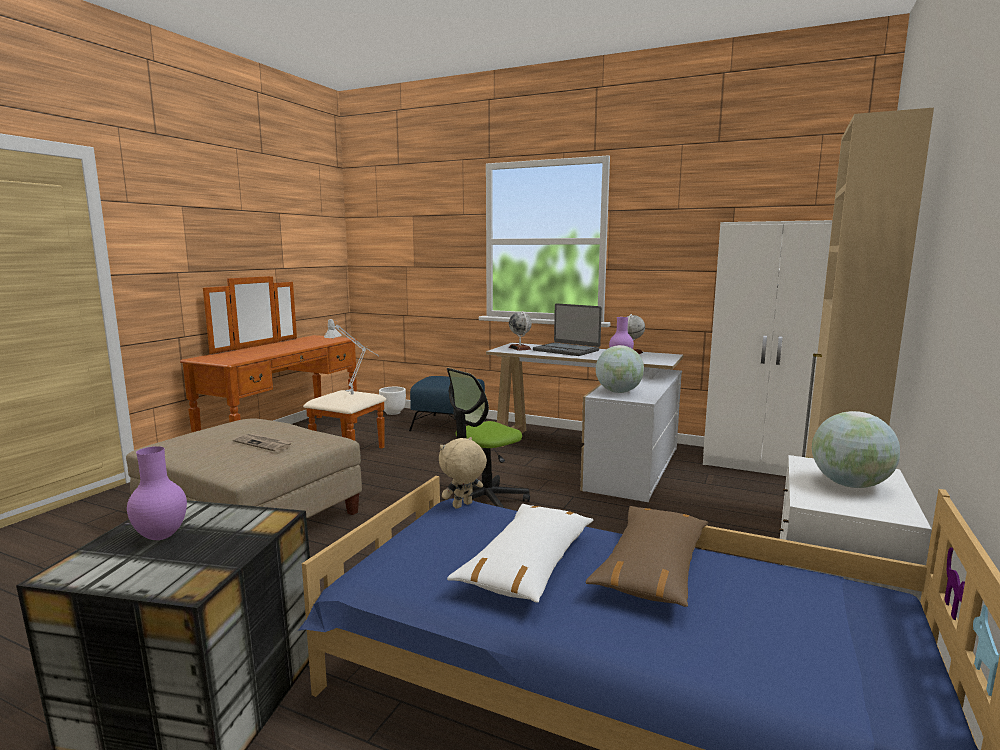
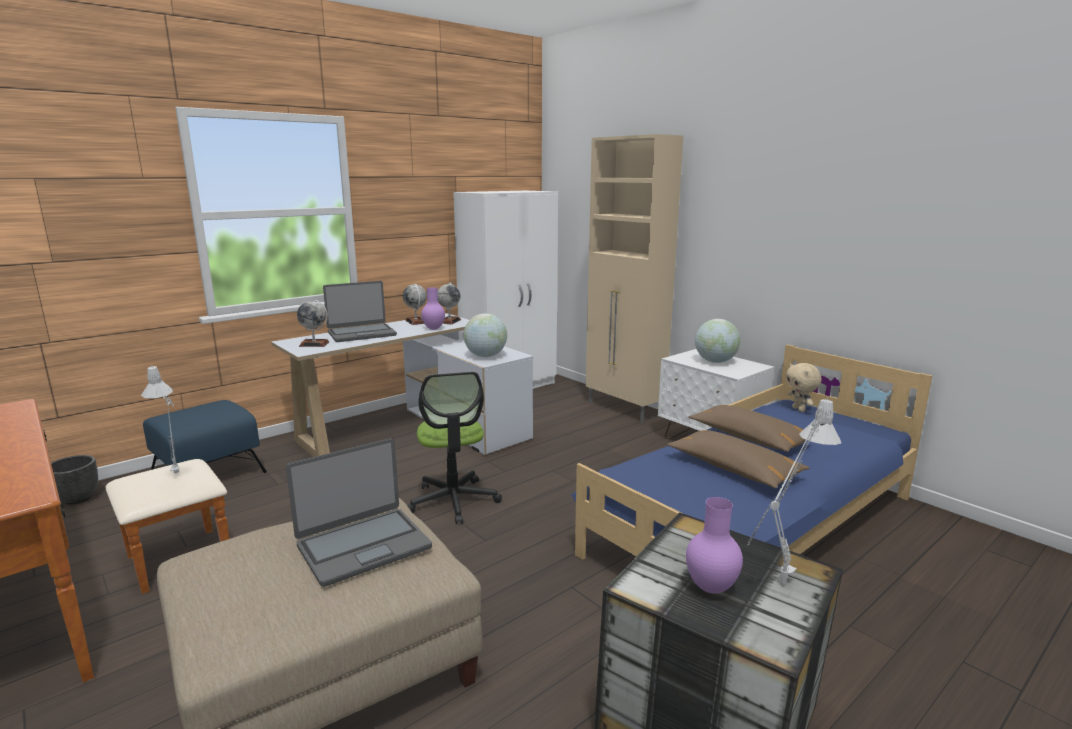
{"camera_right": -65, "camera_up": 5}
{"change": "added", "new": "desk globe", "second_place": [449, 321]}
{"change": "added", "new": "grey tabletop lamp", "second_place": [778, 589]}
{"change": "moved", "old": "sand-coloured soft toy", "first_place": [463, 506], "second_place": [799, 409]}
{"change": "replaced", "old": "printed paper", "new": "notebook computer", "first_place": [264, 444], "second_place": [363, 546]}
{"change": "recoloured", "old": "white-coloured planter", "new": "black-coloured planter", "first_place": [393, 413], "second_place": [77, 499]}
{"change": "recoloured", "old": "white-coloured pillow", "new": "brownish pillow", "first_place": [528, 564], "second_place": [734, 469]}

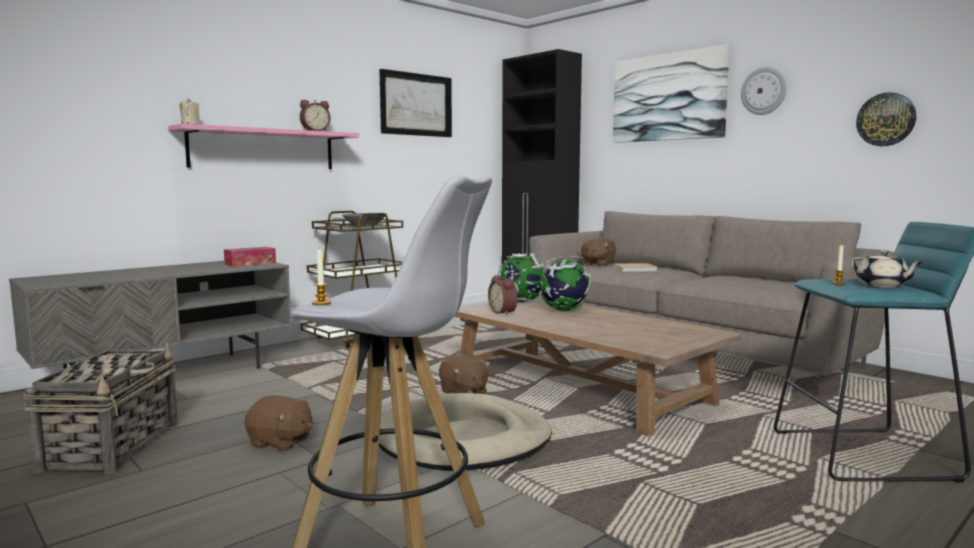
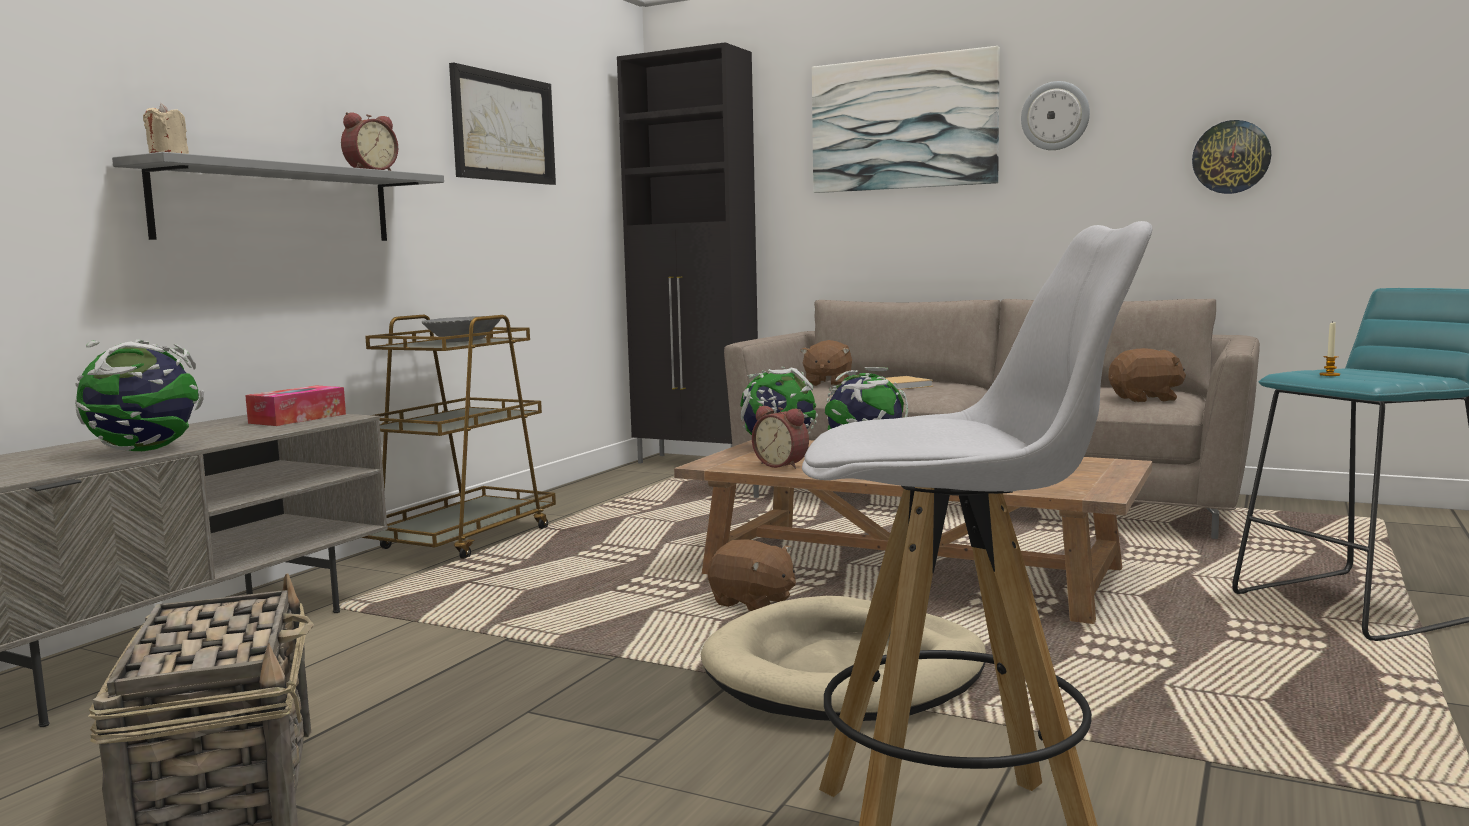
{"camera_right": -20, "camera_up": 0}
{"change": "removed", "old": "wax light", "first_place": [321, 303]}
{"change": "removed", "old": "sand-coloured pot for tea", "first_place": [882, 285]}
{"change": "added", "new": "desk globe", "second_place": [145, 450]}
{"change": "moved", "old": "brownish soft toy", "first_place": [280, 442], "second_place": [1146, 399]}
{"change": "recoloured", "old": "pink-coloured bracket shelf", "new": "grey bracket shelf", "first_place": [263, 149], "second_place": [277, 204]}

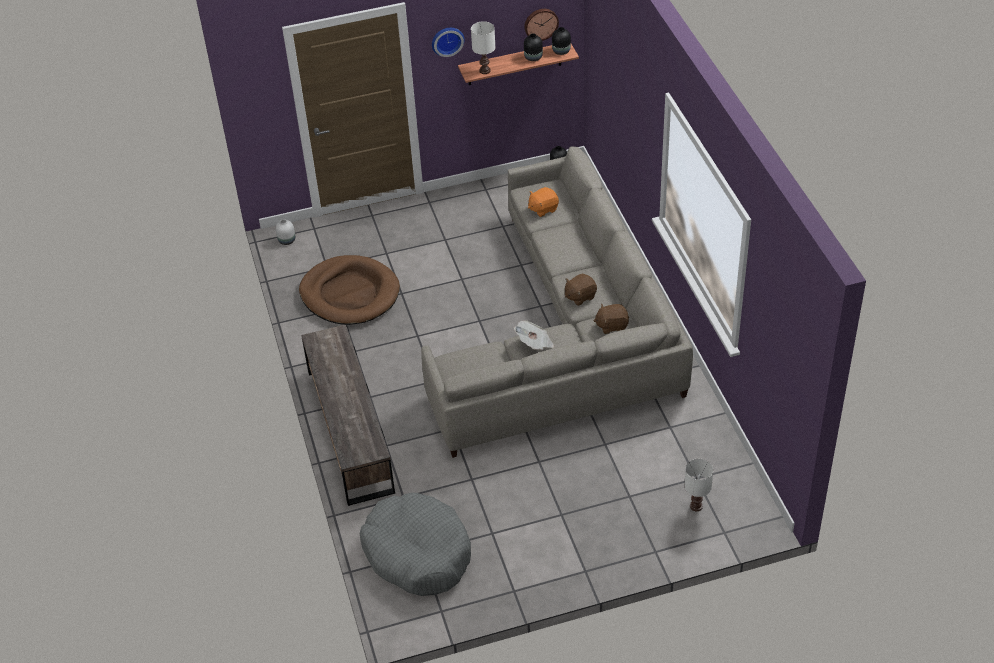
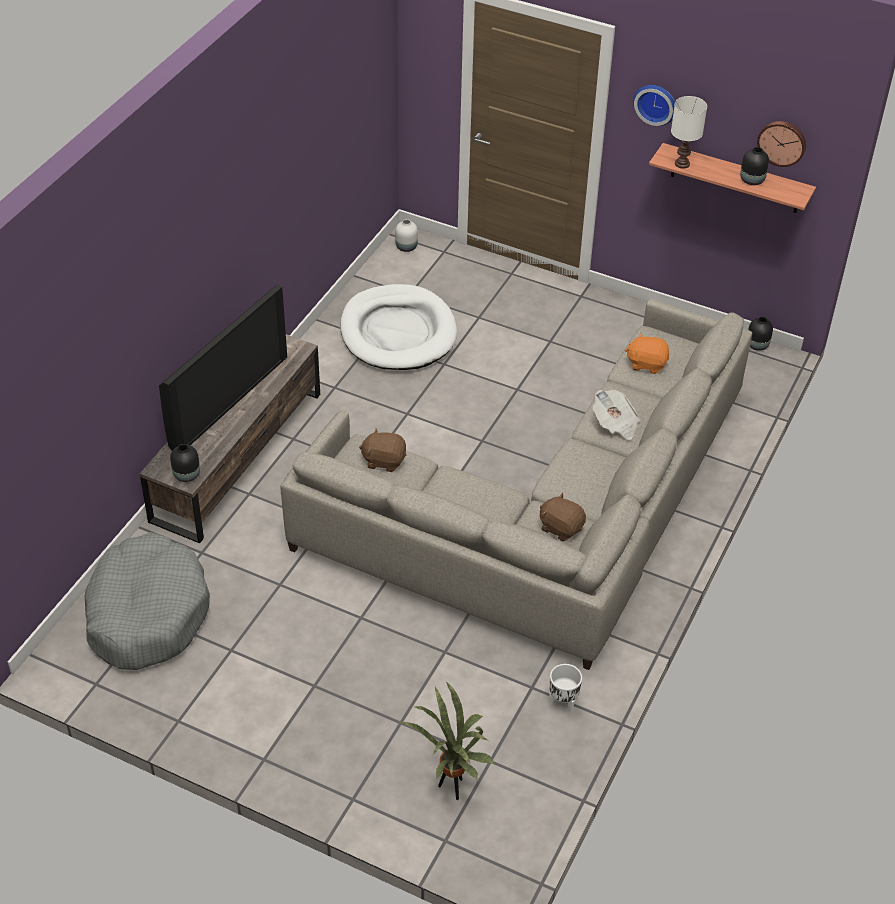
{"camera_right": 40, "camera_up": 0}
{"change": "added", "new": "television", "second_place": [226, 400]}
{"change": "added", "new": "white-coloured planter", "second_place": [563, 703]}
{"change": "moved", "old": "printed paper", "first_place": [534, 343], "second_place": [615, 424]}
{"change": "moved", "old": "black-coloured vase", "first_place": [561, 51], "second_place": [186, 475]}
{"change": "moved", "old": "brownish soft toy", "first_place": [580, 296], "second_place": [384, 460]}
{"change": "replaced", "old": "white-coloured tabletop lamp", "new": "plant in a pot", "first_place": [696, 506], "second_place": [452, 789]}
{"change": "recoloured", "old": "brownish dog cushion", "new": "white-coloured dog cushion", "first_place": [350, 294], "second_place": [398, 332]}

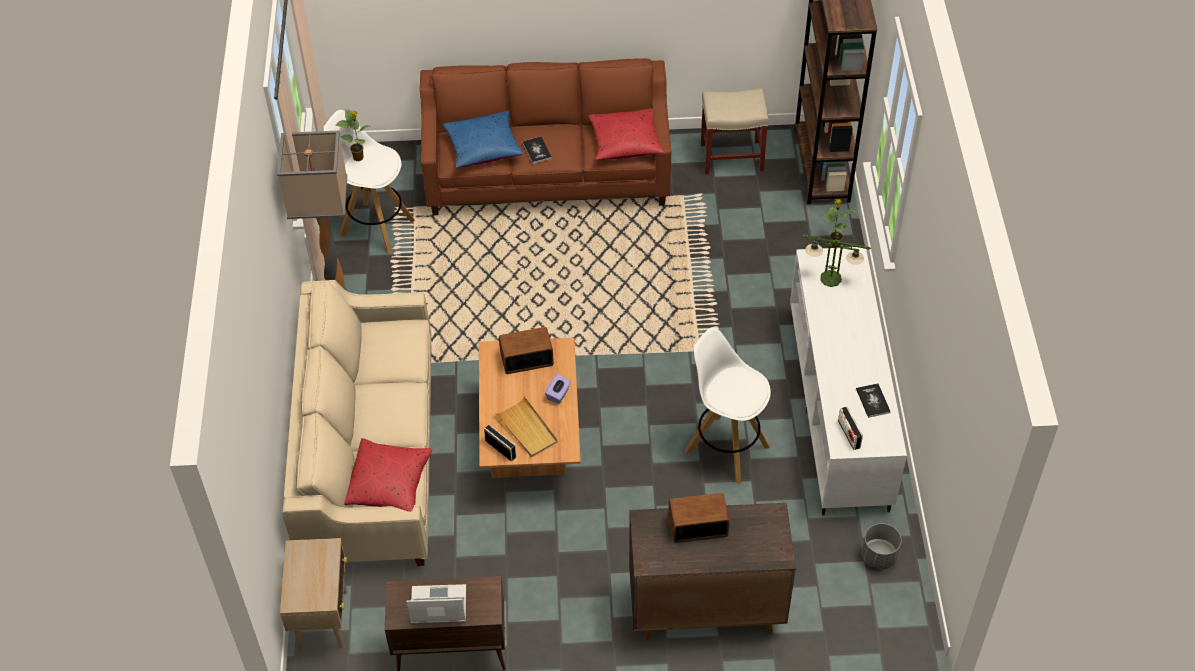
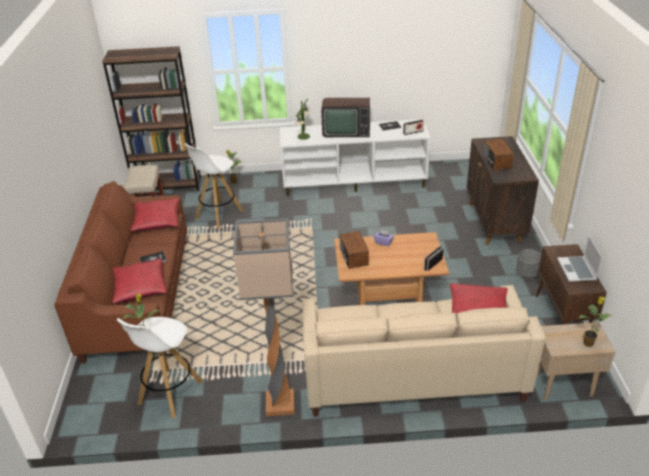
{"camera_right": -90, "camera_up": -15}
{"change": "removed", "old": "sand-coloured carrying tray", "first_place": [527, 429]}
{"change": "added", "new": "television", "second_place": [345, 131]}
{"change": "added", "new": "plant in a pot", "second_place": [588, 343]}
{"change": "moved", "old": "white-coloured stool", "first_place": [726, 448], "second_place": [218, 215]}
{"change": "moved", "old": "grey planter", "first_place": [879, 557], "second_place": [527, 273]}
{"change": "recoloured", "old": "bluish pillow", "new": "reddish pillow", "first_place": [483, 147], "second_place": [140, 287]}

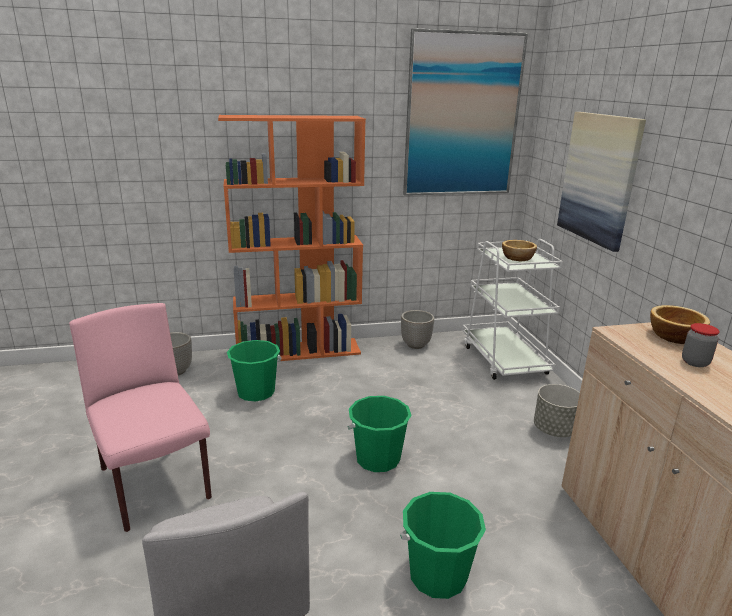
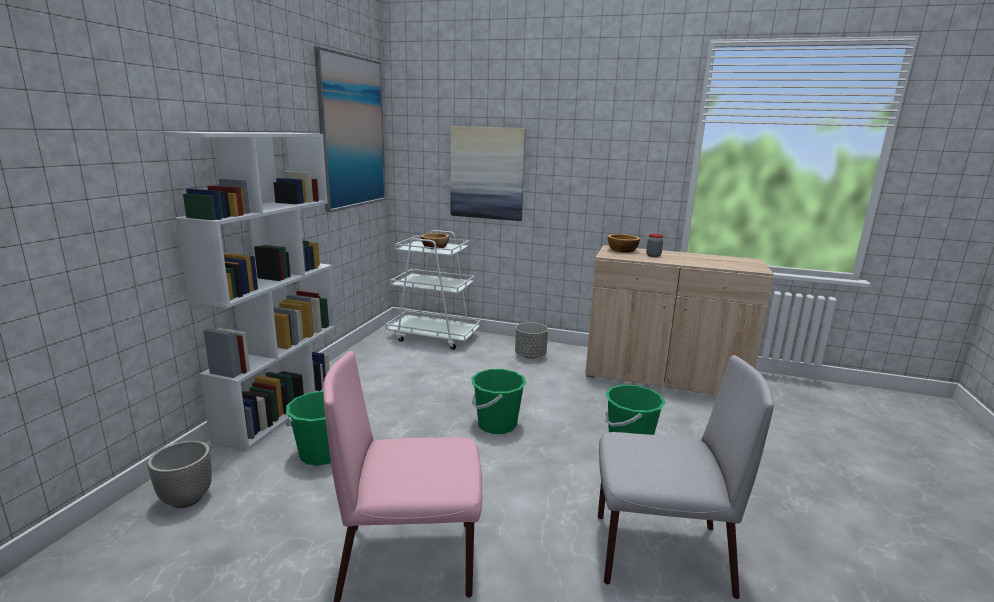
{"camera_right": -60, "camera_up": -5}
{"change": "removed", "old": "planter", "first_place": [416, 345]}
{"change": "recoloured", "old": "orange-coloured bookcase", "new": "white-coloured bookcase", "first_place": [299, 351], "second_place": [282, 408]}

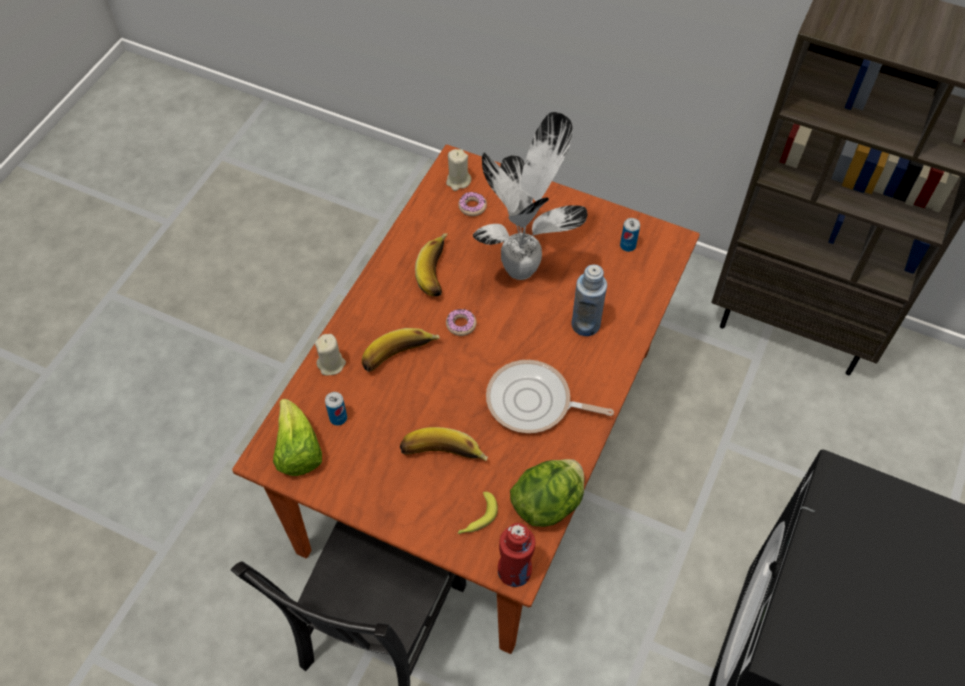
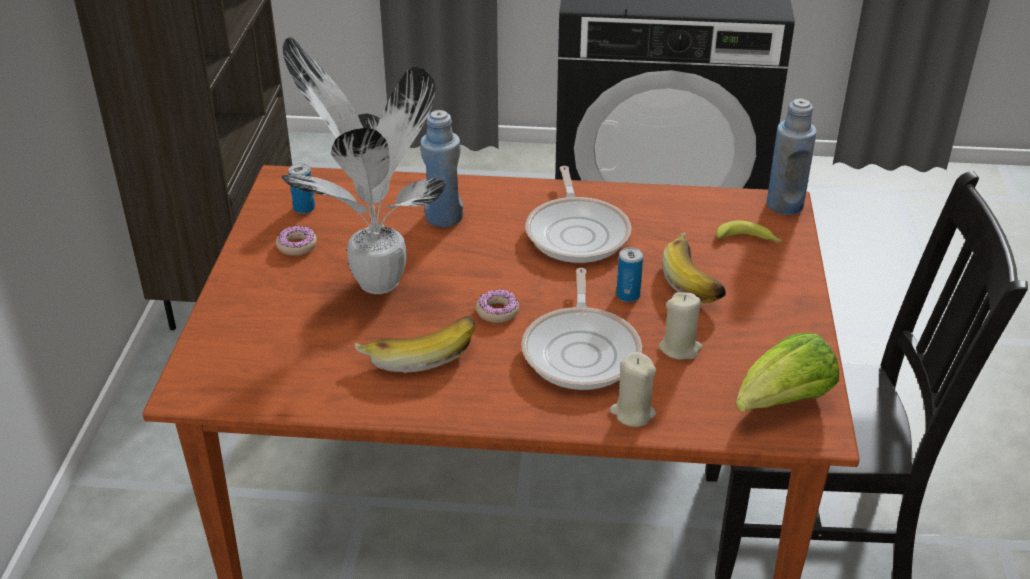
{"camera_right": -110, "camera_up": -20}
{"change": "removed", "old": "head of lettuce", "first_place": [548, 503]}
{"change": "moved", "old": "metal can", "first_place": [338, 418], "second_place": [628, 295]}
{"change": "moved", "old": "sand-coloured wax light", "first_place": [458, 181], "second_place": [680, 348]}
{"change": "moved", "old": "ring doughnut", "first_place": [472, 207], "second_place": [297, 246]}
{"change": "replaced", "old": "whole banana", "new": "frying pan", "first_place": [400, 358], "second_place": [582, 350]}
{"change": "recoloured", "old": "reddish drink bottle", "new": "bluish drink bottle", "first_place": [514, 571], "second_place": [784, 205]}

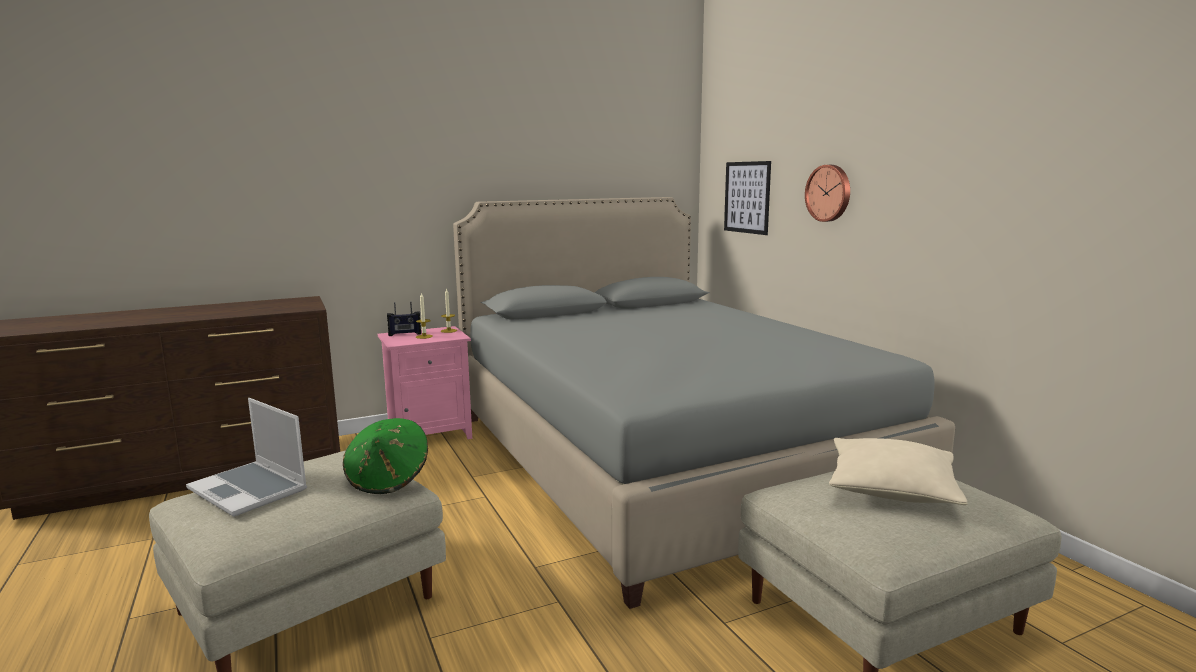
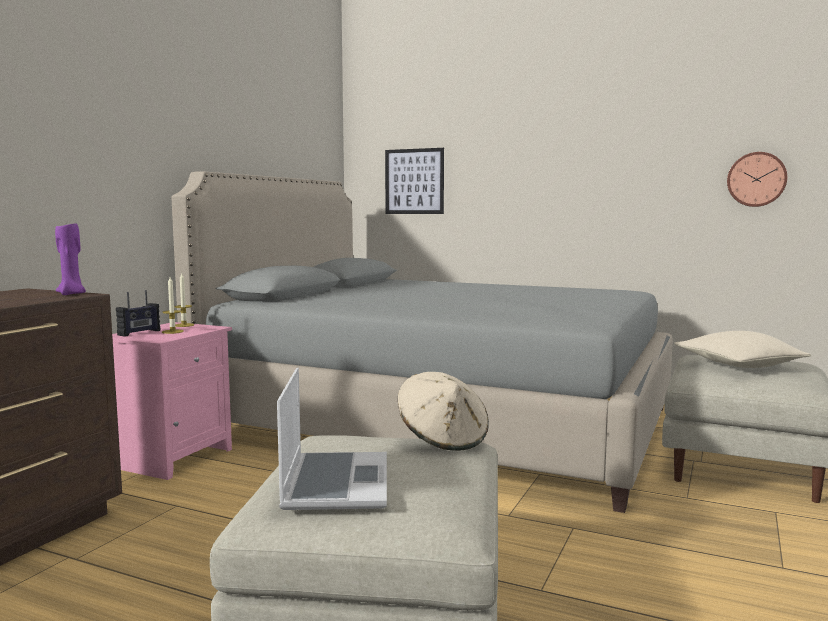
{"camera_right": -40, "camera_up": -5}
{"change": "added", "new": "purple-coloured wax light", "second_place": [72, 294]}
{"change": "moved", "old": "clock on the wall", "first_place": [829, 193], "second_place": [756, 179]}
{"change": "recoloured", "old": "green hat", "new": "sand-coloured hat", "first_place": [388, 479], "second_place": [443, 439]}
{"change": "turned", "old": "notebook computer", "first_place": [250, 490], "second_place": [335, 483], "degrees": -90}

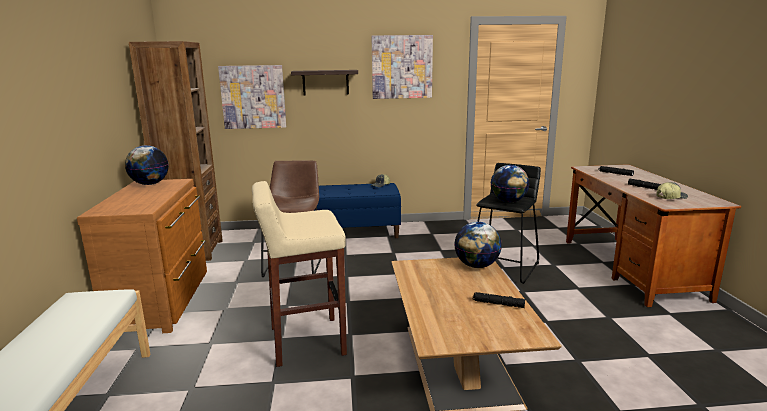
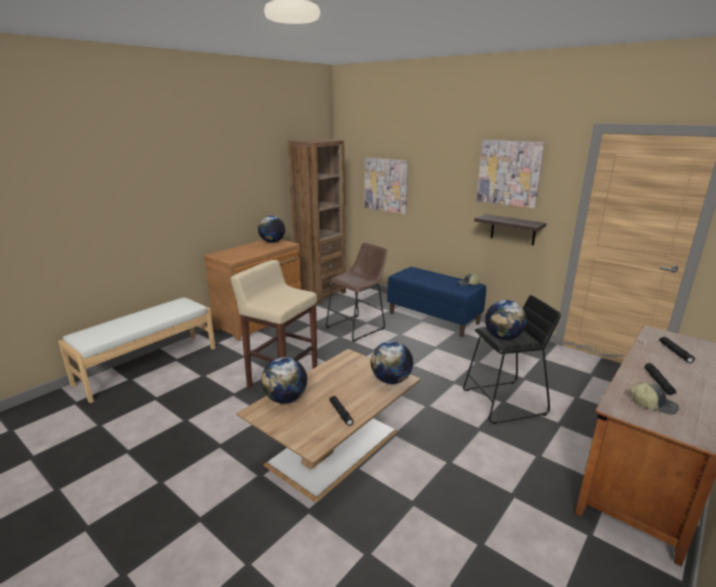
{"camera_right": 45, "camera_up": 5}
{"change": "added", "new": "desk globe", "second_place": [285, 399]}
{"change": "moved", "old": "bracket shelf", "first_place": [325, 82], "second_place": [513, 229]}

